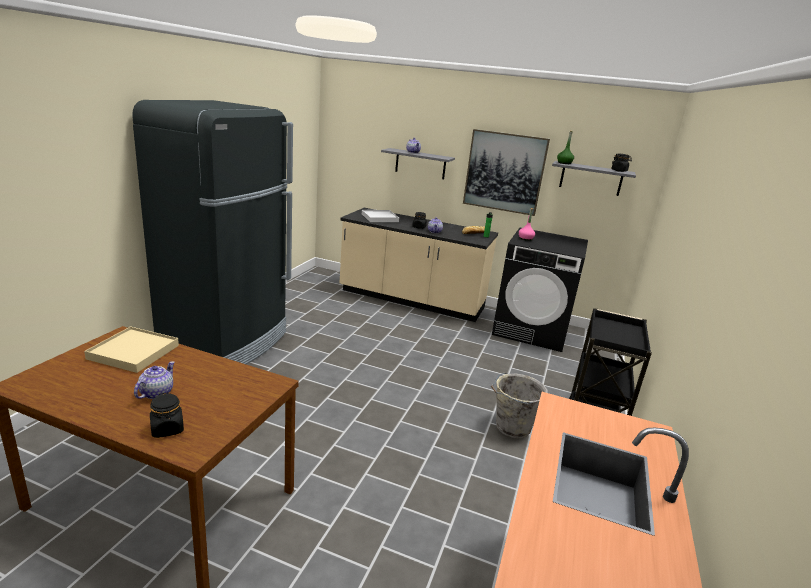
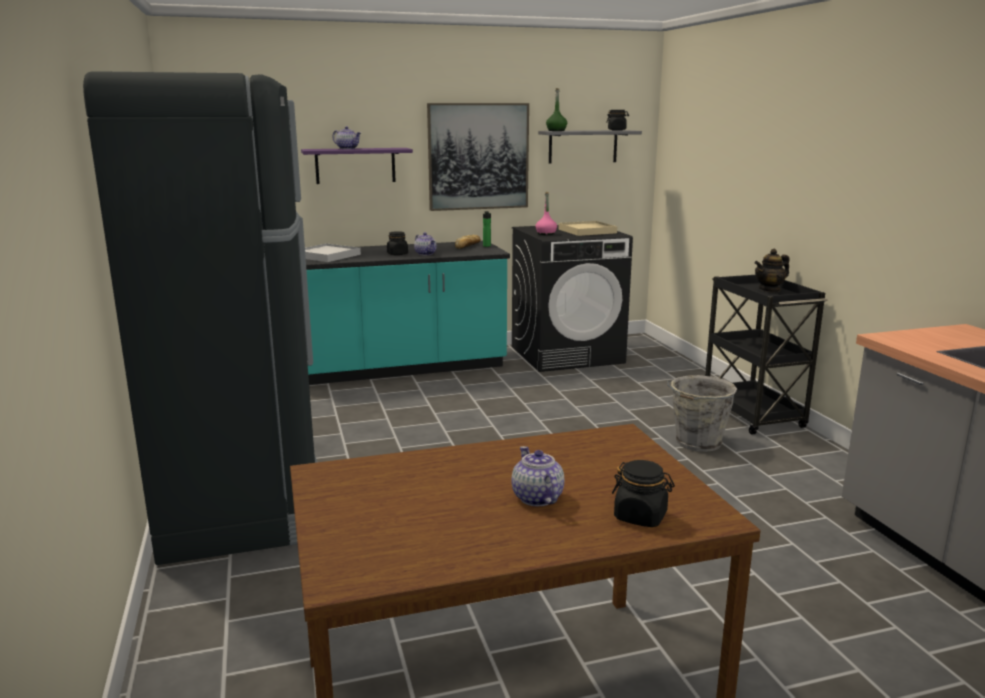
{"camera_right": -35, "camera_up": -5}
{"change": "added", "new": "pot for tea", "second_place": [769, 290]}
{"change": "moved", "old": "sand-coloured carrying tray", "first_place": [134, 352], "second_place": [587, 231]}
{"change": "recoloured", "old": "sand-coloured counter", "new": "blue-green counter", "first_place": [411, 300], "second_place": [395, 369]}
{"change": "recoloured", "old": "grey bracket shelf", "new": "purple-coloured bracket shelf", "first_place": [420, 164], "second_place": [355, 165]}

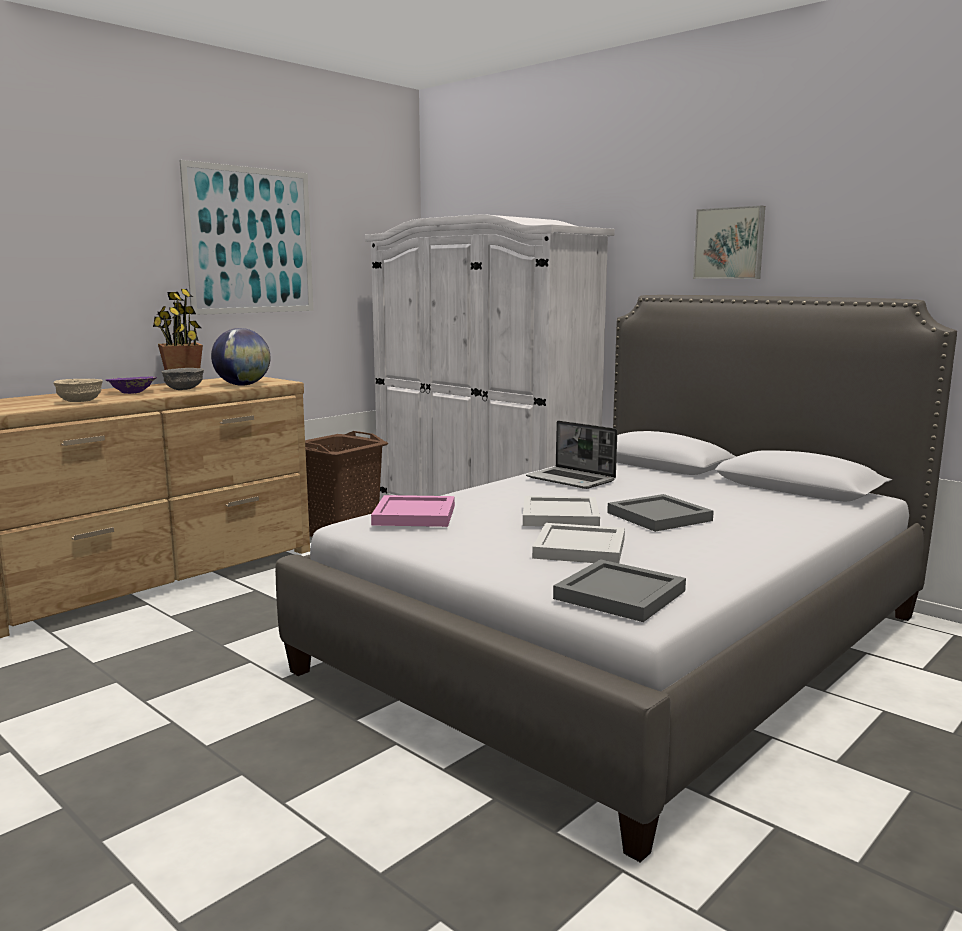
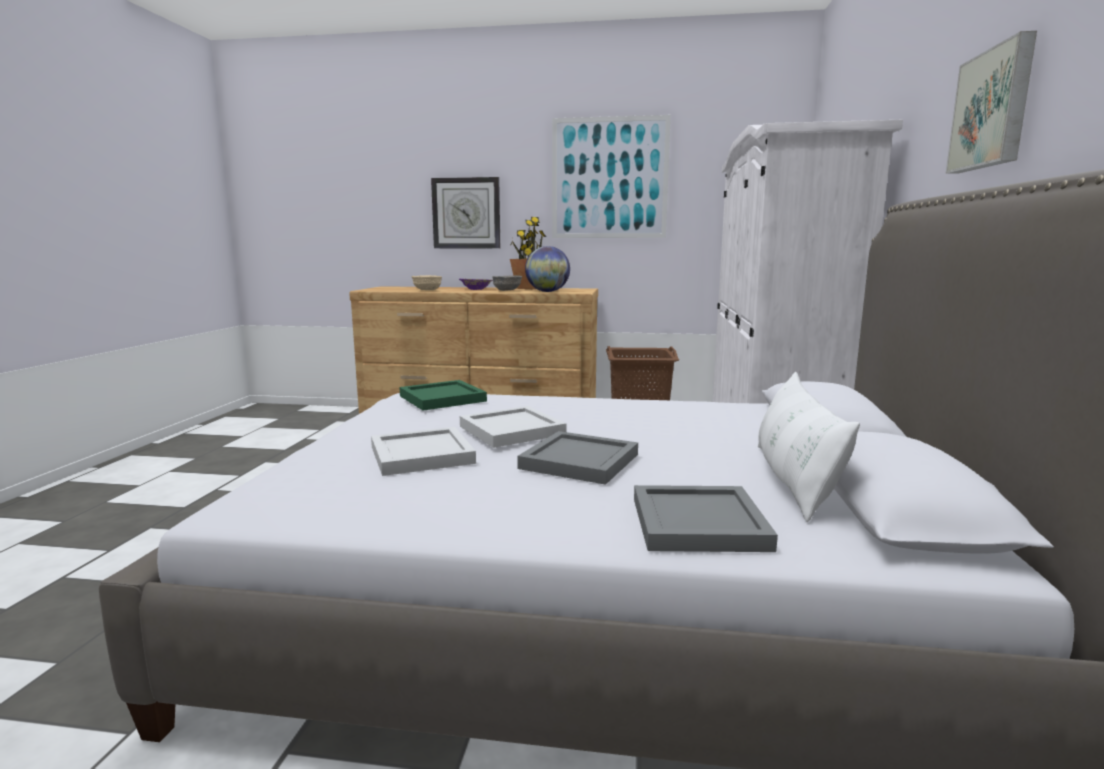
{"camera_right": 55, "camera_up": 0}
{"change": "removed", "old": "notebook computer", "first_place": [572, 480]}
{"change": "added", "new": "clock on the wall", "second_place": [466, 213]}
{"change": "added", "new": "white-coloured pillow", "second_place": [793, 480]}
{"change": "moved", "old": "grey carrying tray", "first_place": [620, 595], "second_place": [696, 524]}
{"change": "recoloured", "old": "pink-coloured carrying tray", "new": "green carrying tray", "first_place": [413, 515], "second_place": [441, 398]}

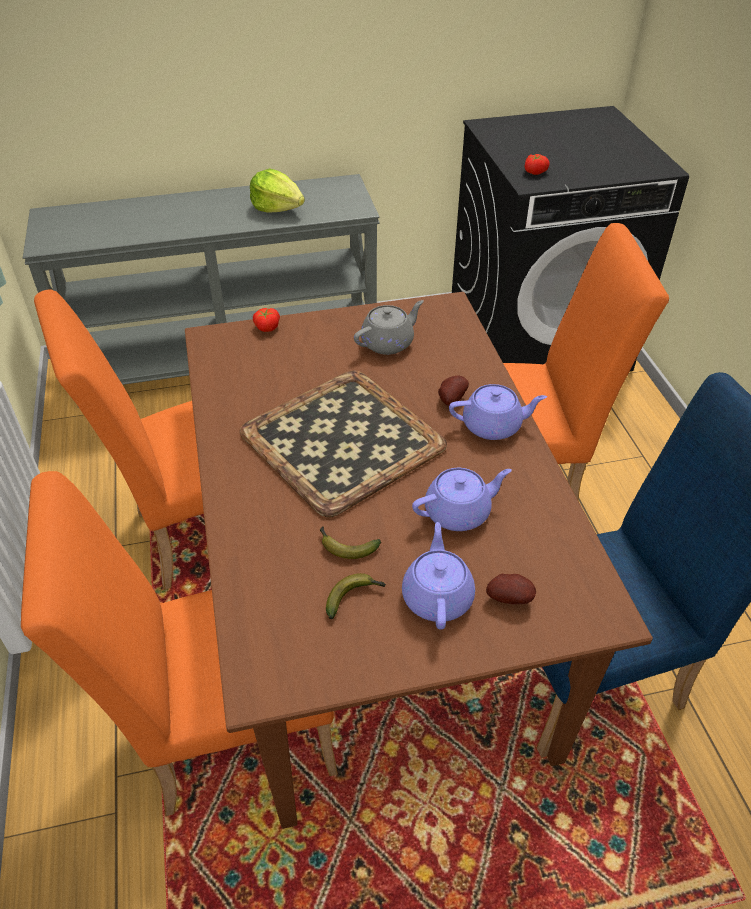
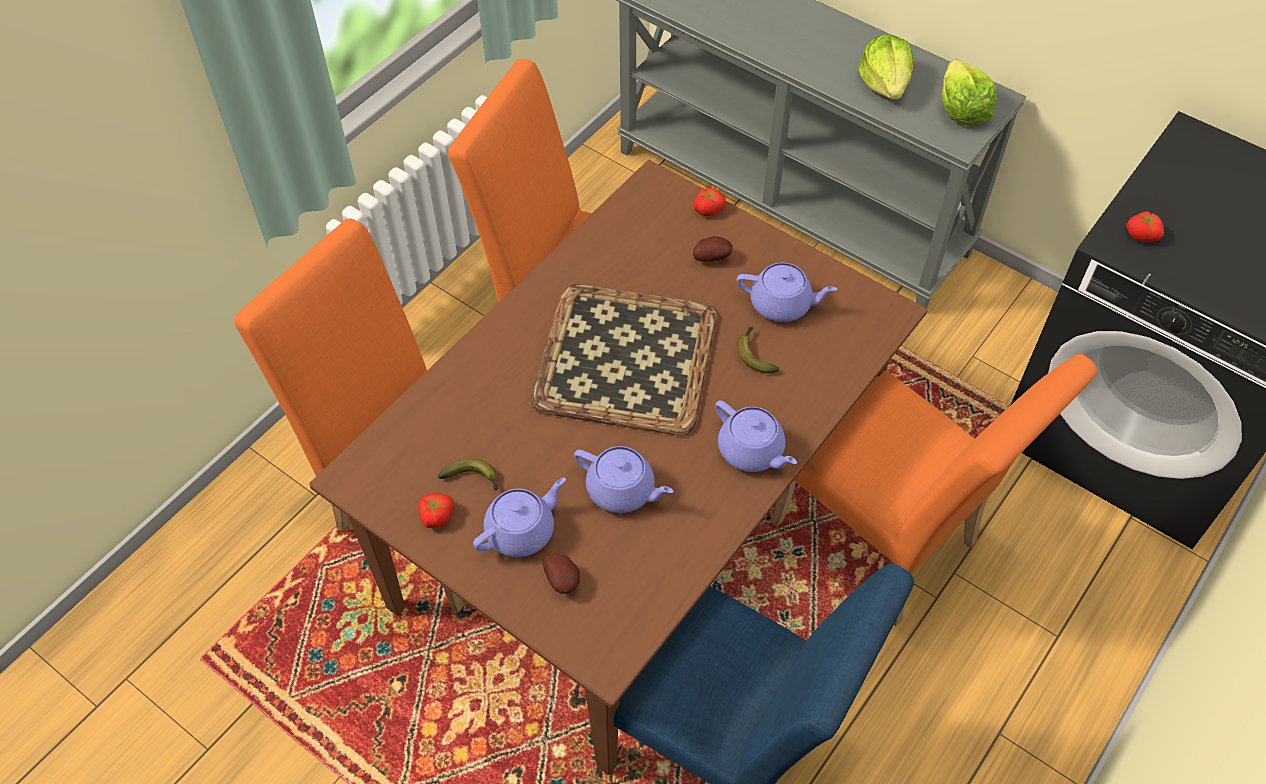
{"camera_right": 50, "camera_up": 10}
{"change": "added", "new": "fresh tomato", "second_place": [436, 515]}
{"change": "added", "new": "head of lettuce", "second_place": [961, 109]}
{"change": "moved", "old": "whole banana", "first_place": [345, 546], "second_place": [754, 354]}
{"change": "moved", "old": "whole potato", "first_place": [450, 399], "second_place": [711, 257]}
{"change": "recoloured", "old": "grey pot for tea", "new": "purple-coloured pot for tea", "first_place": [388, 343], "second_place": [782, 304]}

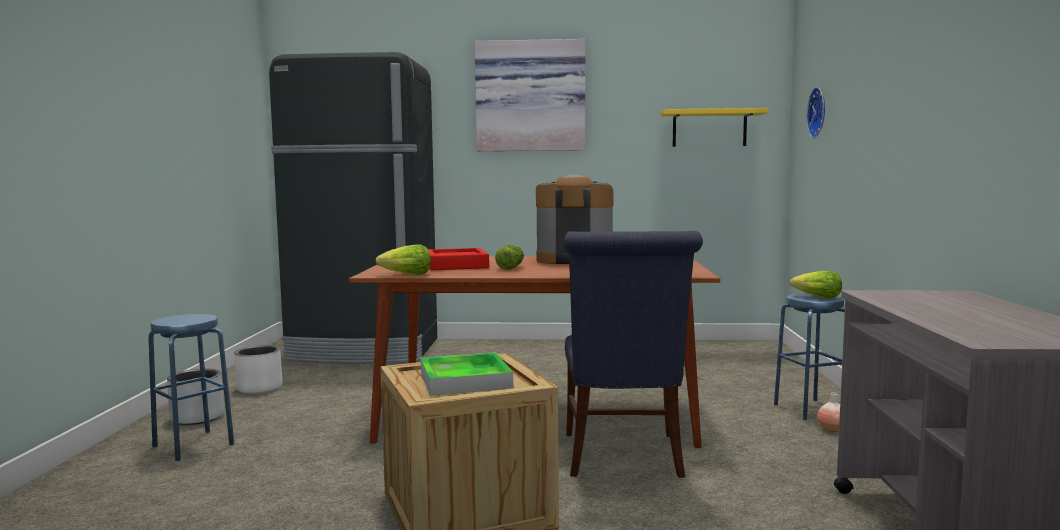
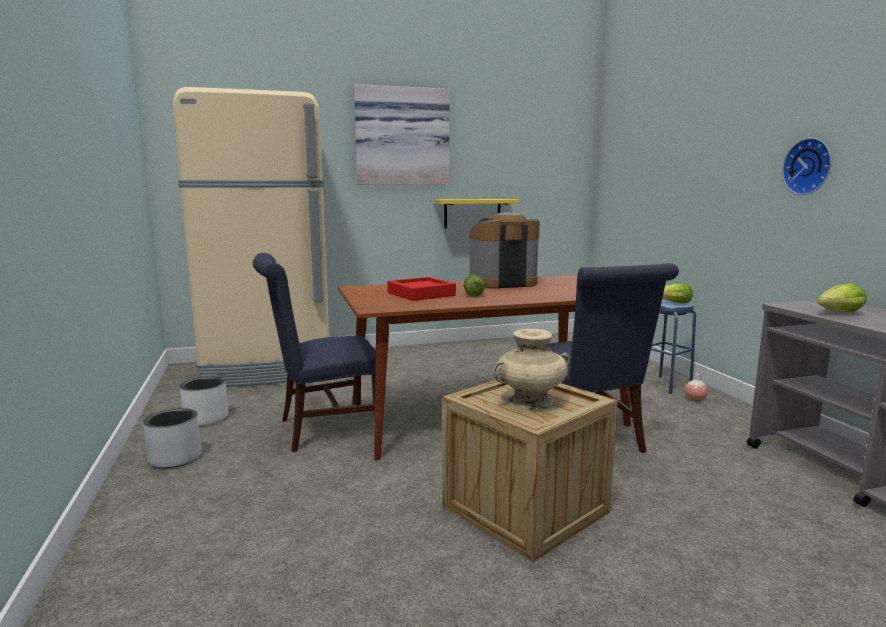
{"camera_right": -20, "camera_up": 5}
{"change": "removed", "old": "bluish stool", "first_place": [193, 445]}
{"change": "added", "new": "bluish plain chair", "second_place": [321, 430]}
{"change": "moved", "old": "head of lettuce", "first_place": [406, 275], "second_place": [840, 313]}
{"change": "moved", "old": "yellow bracket shelf", "first_place": [709, 128], "second_place": [472, 213]}
{"change": "moved", "old": "clock on the wall", "first_place": [819, 112], "second_place": [809, 166]}
{"change": "replaced", "old": "carrying tray", "new": "sand-coloured vase", "first_place": [465, 380], "second_place": [531, 401]}
{"change": "recoloured", "old": "black-coloured kitchen fridge", "new": "sand-coloured kitchen fridge", "first_place": [365, 350], "second_place": [268, 369]}

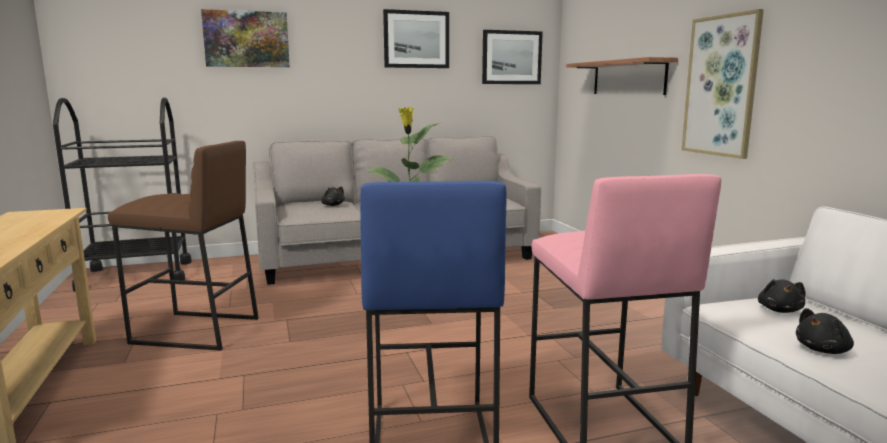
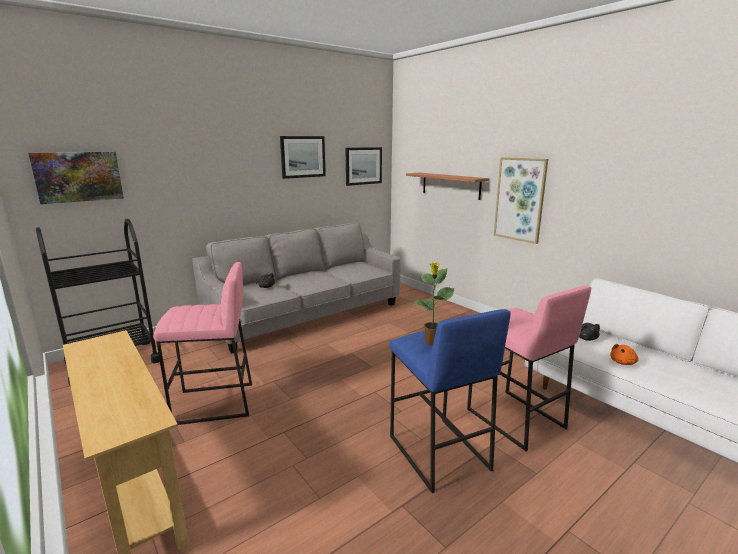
{"camera_right": -20, "camera_up": 5}
{"change": "moved", "old": "picture", "first_place": [246, 39], "second_place": [78, 176]}
{"change": "recoloured", "old": "brownish stool", "new": "pink-coloured stool", "first_place": [195, 331], "second_place": [214, 404]}
{"change": "recoloured", "old": "black-coloured soft toy", "new": "orange-coloured soft toy", "first_place": [823, 350], "second_place": [623, 362]}

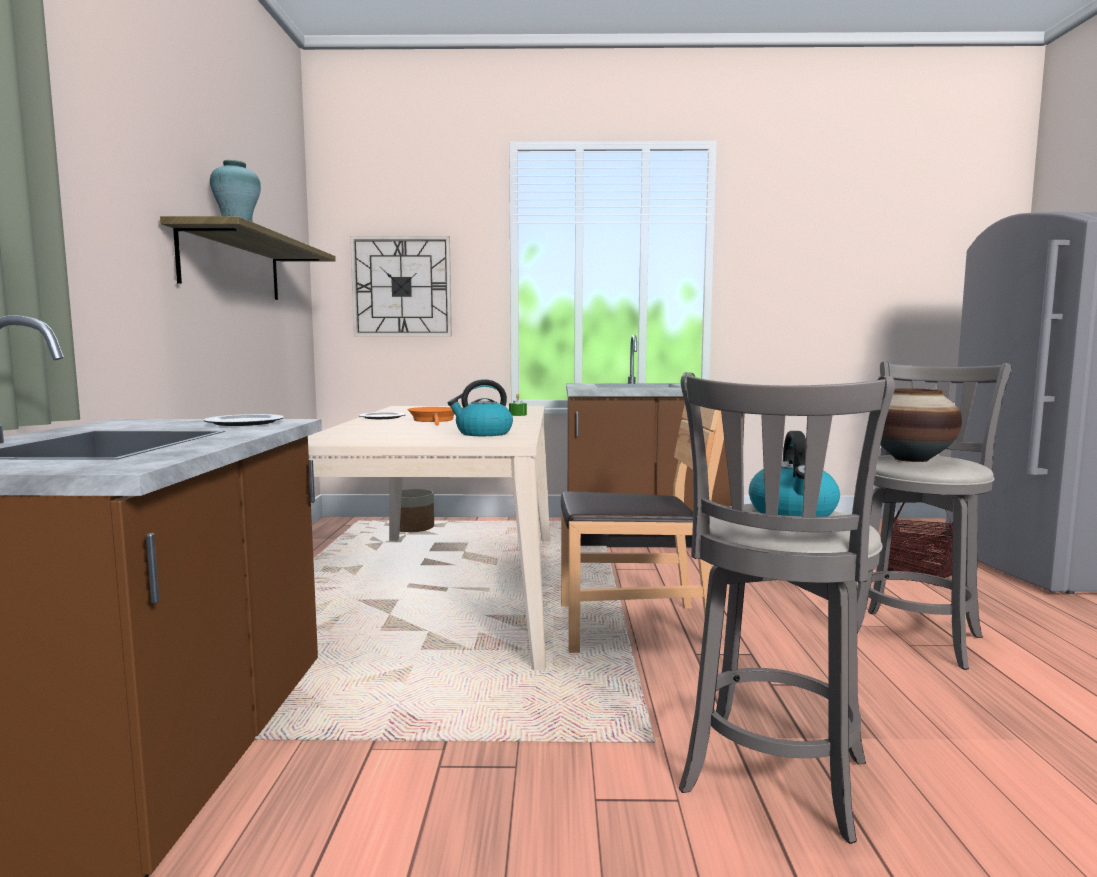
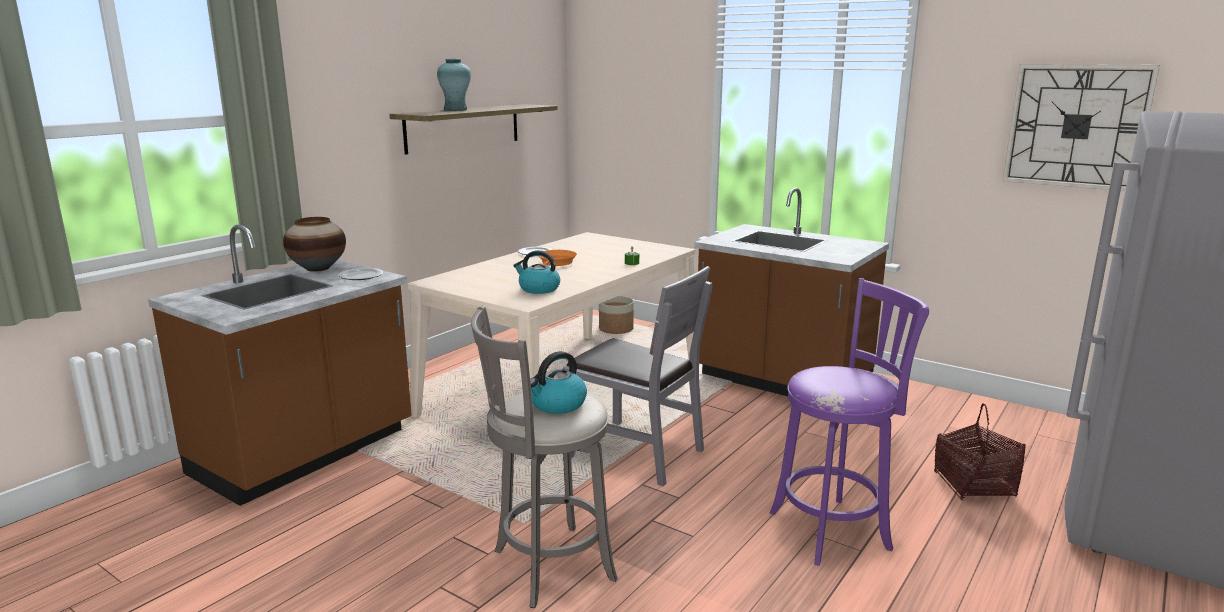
{"camera_right": 35, "camera_up": 10}
{"change": "moved", "old": "clock on the wall", "first_place": [402, 287], "second_place": [1076, 126]}
{"change": "moved", "old": "vase", "first_place": [911, 459], "second_place": [318, 268]}
{"change": "recoloured", "old": "brownish plain chair", "new": "grey plain chair", "first_place": [633, 627], "second_place": [635, 452]}
{"change": "recoloured", "old": "grey stool", "new": "purple-coloured stool", "first_place": [915, 635], "second_place": [835, 529]}

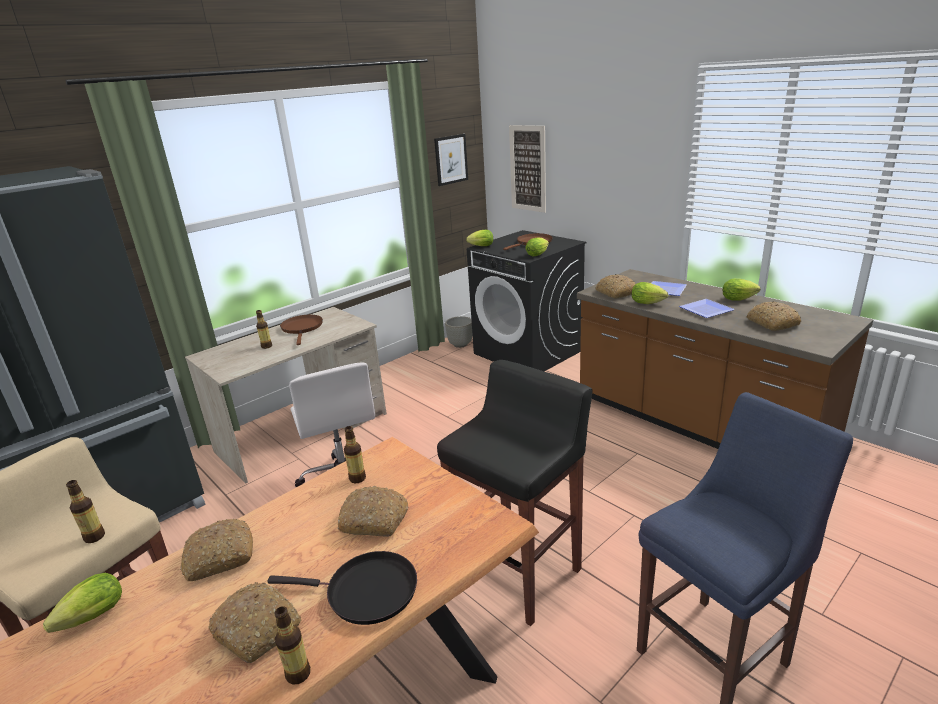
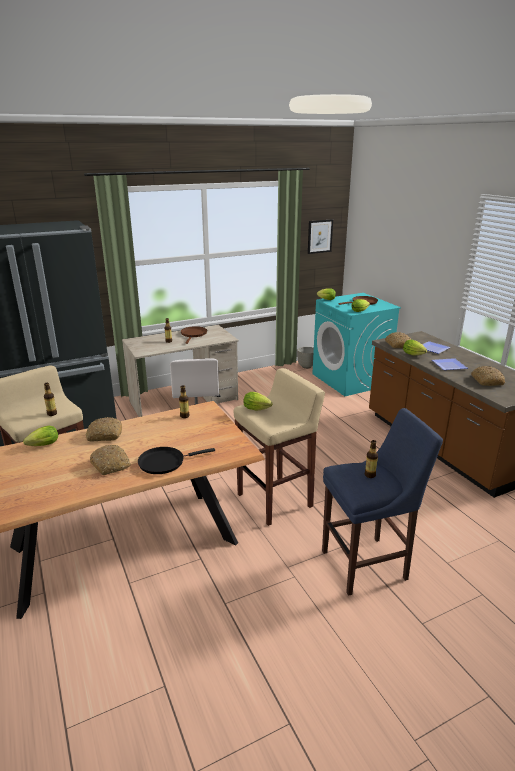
{"camera_right": 15, "camera_up": 0}
{"change": "removed", "old": "bakery bread", "first_place": [375, 519]}
{"change": "removed", "old": "picture", "first_place": [528, 168]}
{"change": "moved", "old": "drink bottle", "first_place": [298, 674], "second_place": [370, 475]}
{"change": "moved", "old": "head of lettuce", "first_place": [740, 299], "second_place": [258, 409]}
{"change": "recoloured", "old": "black-coloured stool", "new": "sand-coloured stool", "first_place": [520, 573], "second_place": [276, 500]}
{"change": "recoloured", "old": "black-coloured washing machine", "new": "blue-green washing machine", "first_place": [528, 352], "second_place": [350, 380]}
{"change": "turned", "old": "black-coloured frying pan", "first_place": [366, 591], "second_place": [164, 462], "degrees": 135}

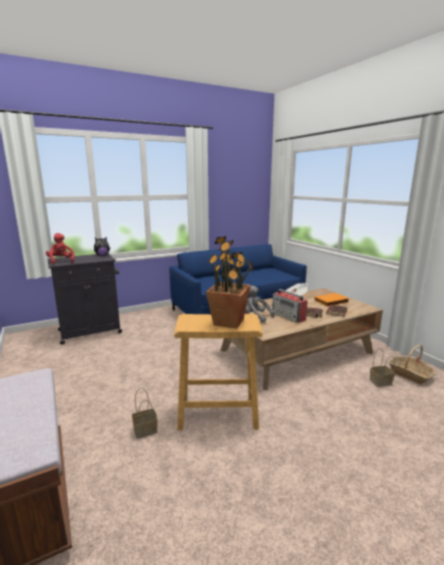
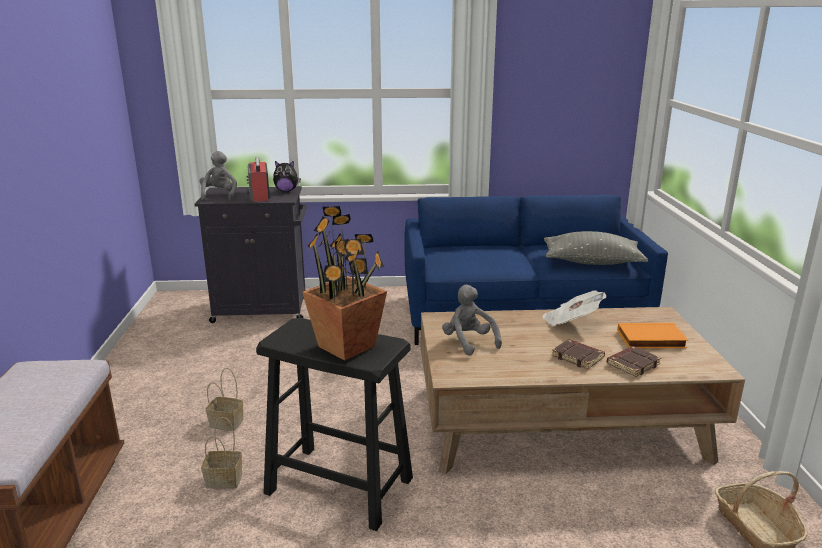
{"camera_right": 25, "camera_up": 5}
{"change": "added", "new": "grey pillow", "second_place": [592, 262]}
{"change": "moved", "old": "radio", "first_place": [288, 316], "second_place": [259, 195]}
{"change": "moved", "old": "storage basket", "first_place": [380, 382], "second_place": [225, 423]}
{"change": "recoloured", "old": "reddish soft toy", "new": "grey soft toy", "first_place": [61, 261], "second_place": [219, 196]}
{"change": "recoloured", "old": "sand-coloured stool", "new": "black-coloured stool", "first_place": [217, 412], "second_place": [338, 485]}

